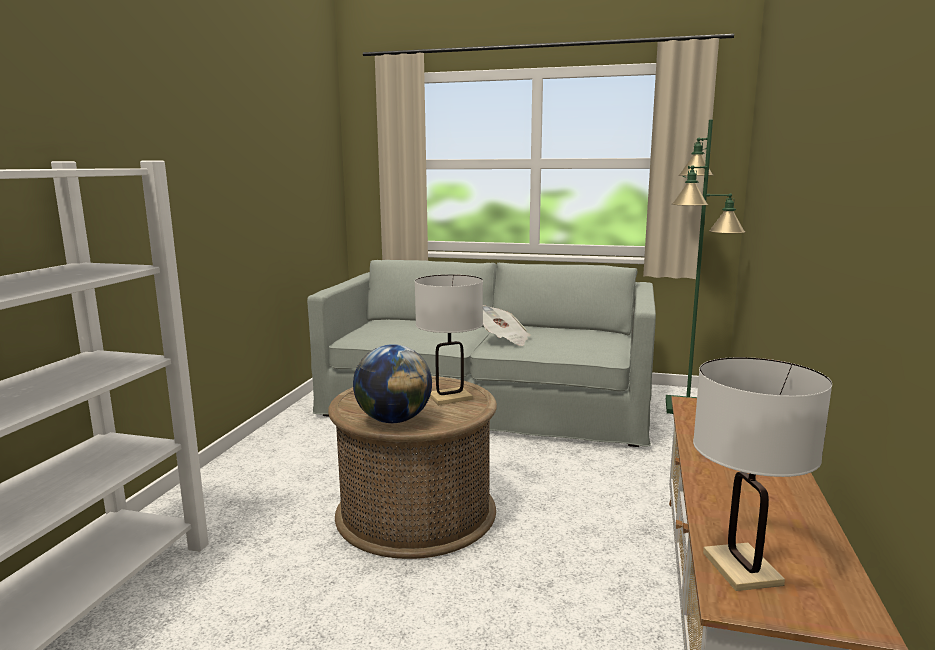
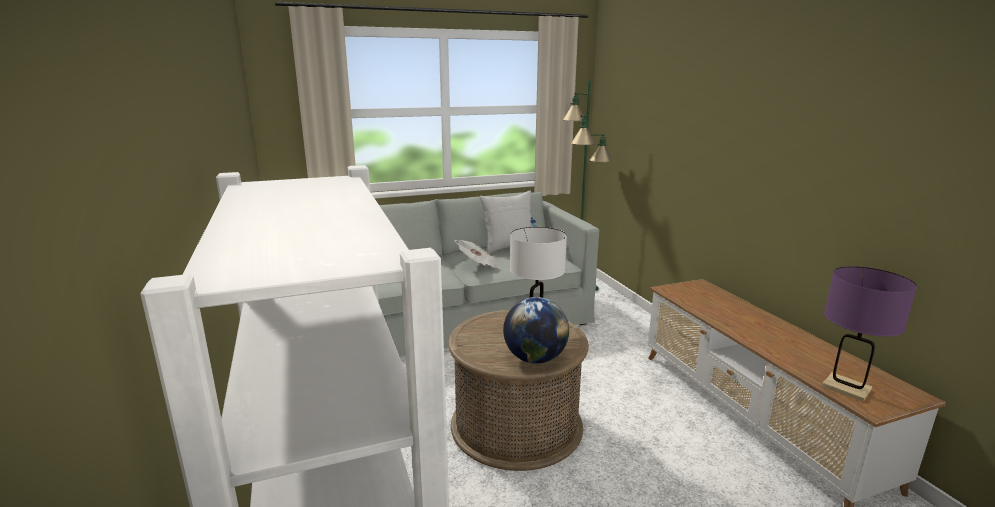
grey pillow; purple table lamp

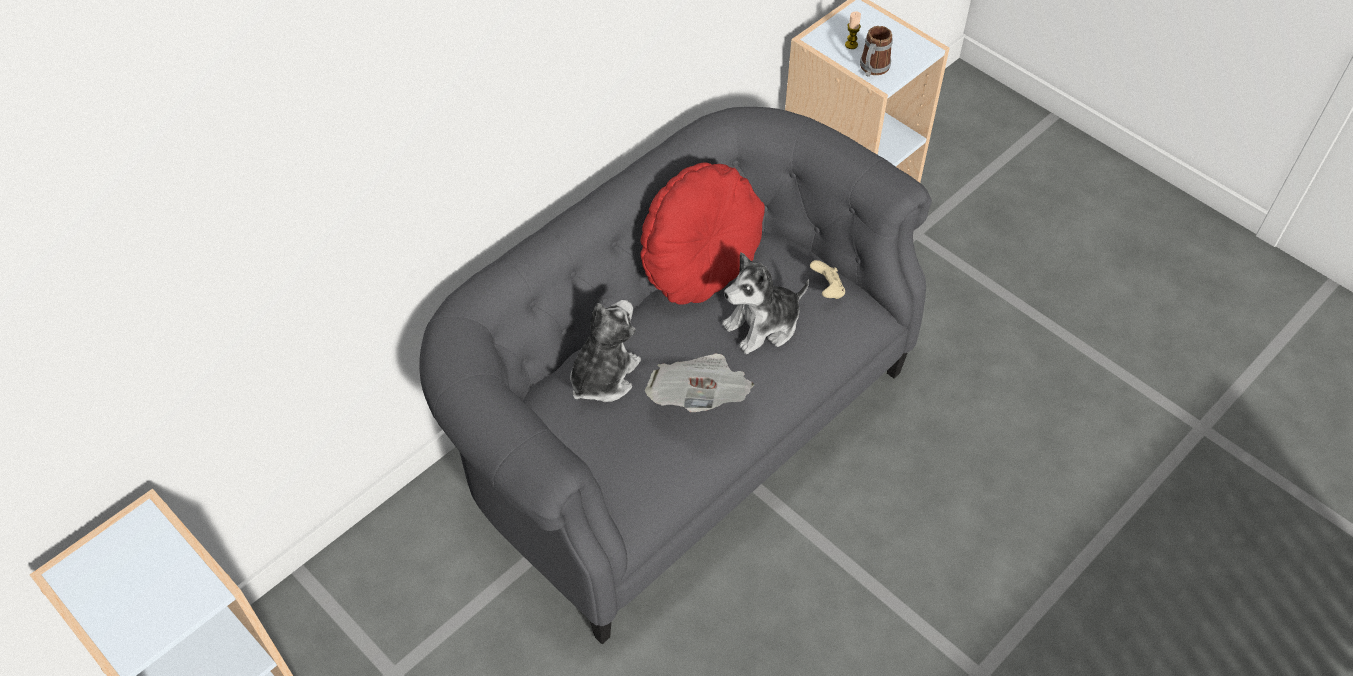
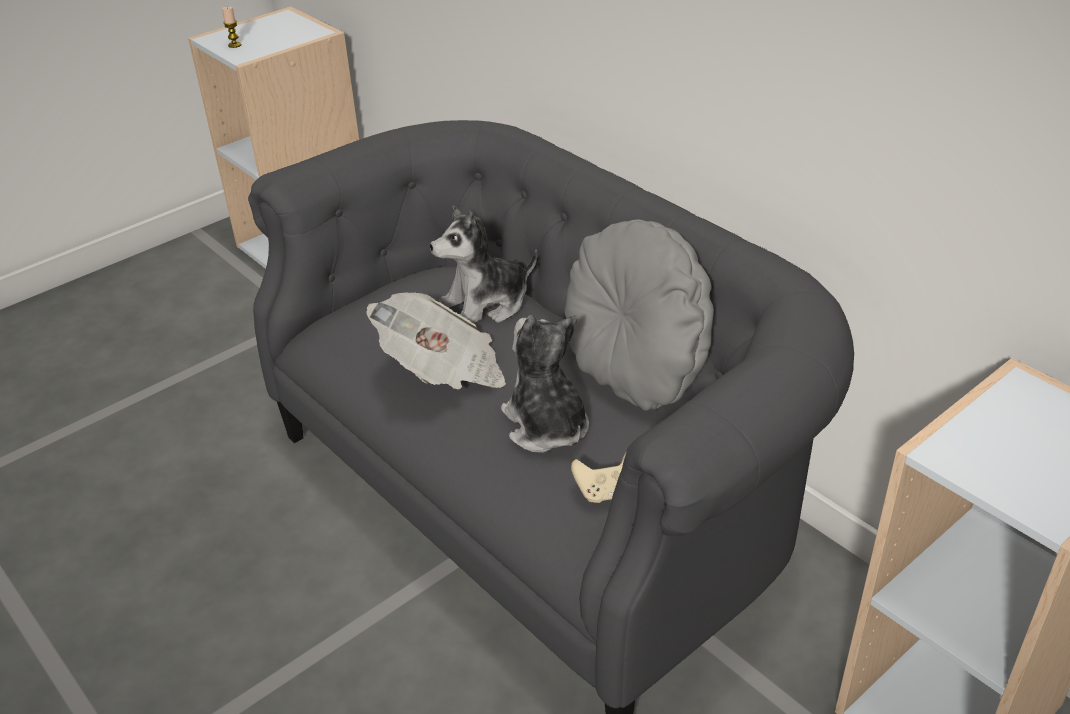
candle; plush toy (no. 1 from left); grey pillow; mug

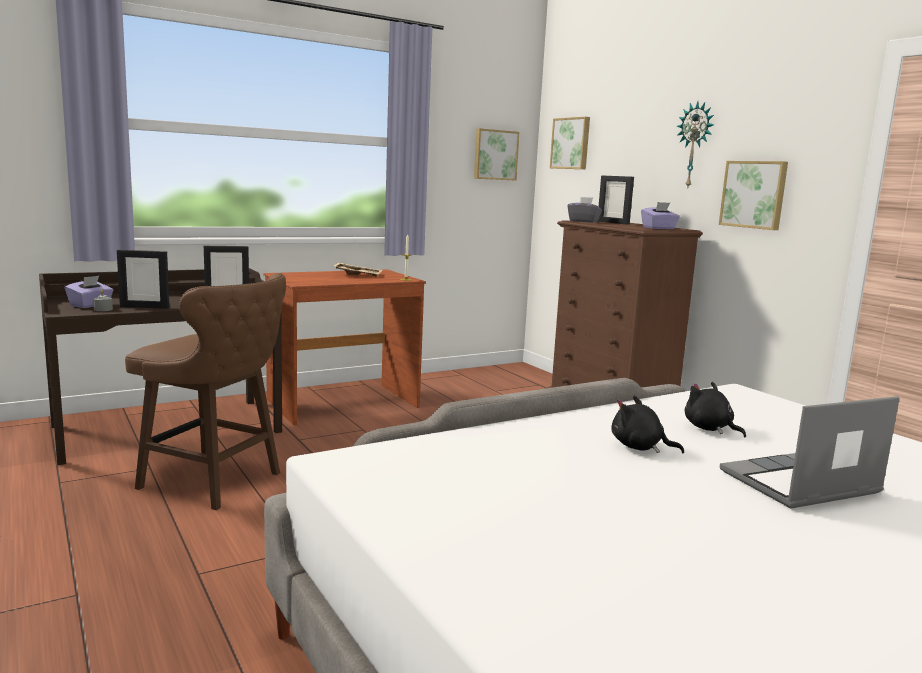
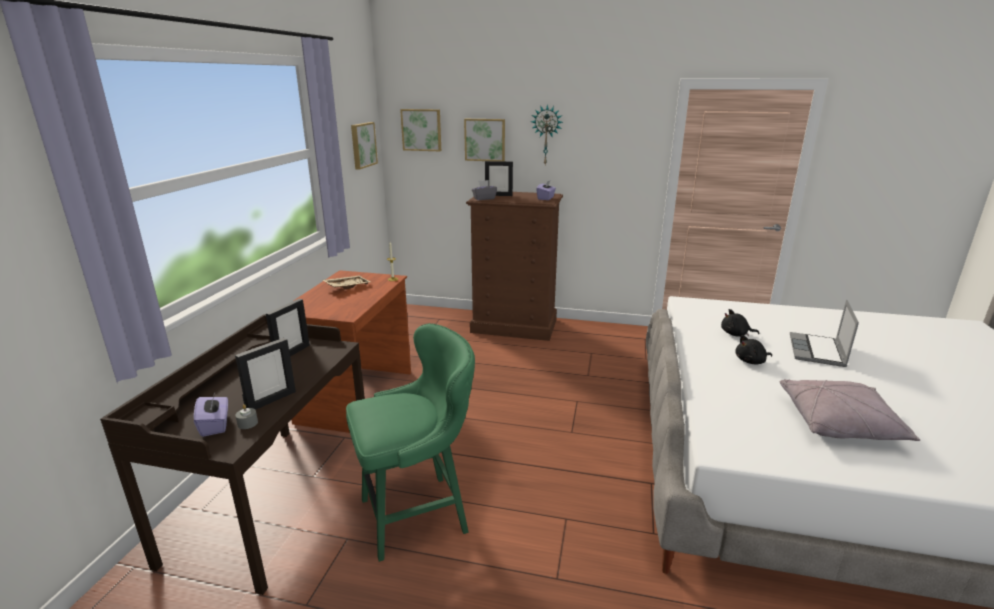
green stool; picture (no. 3 from left); purple pillow

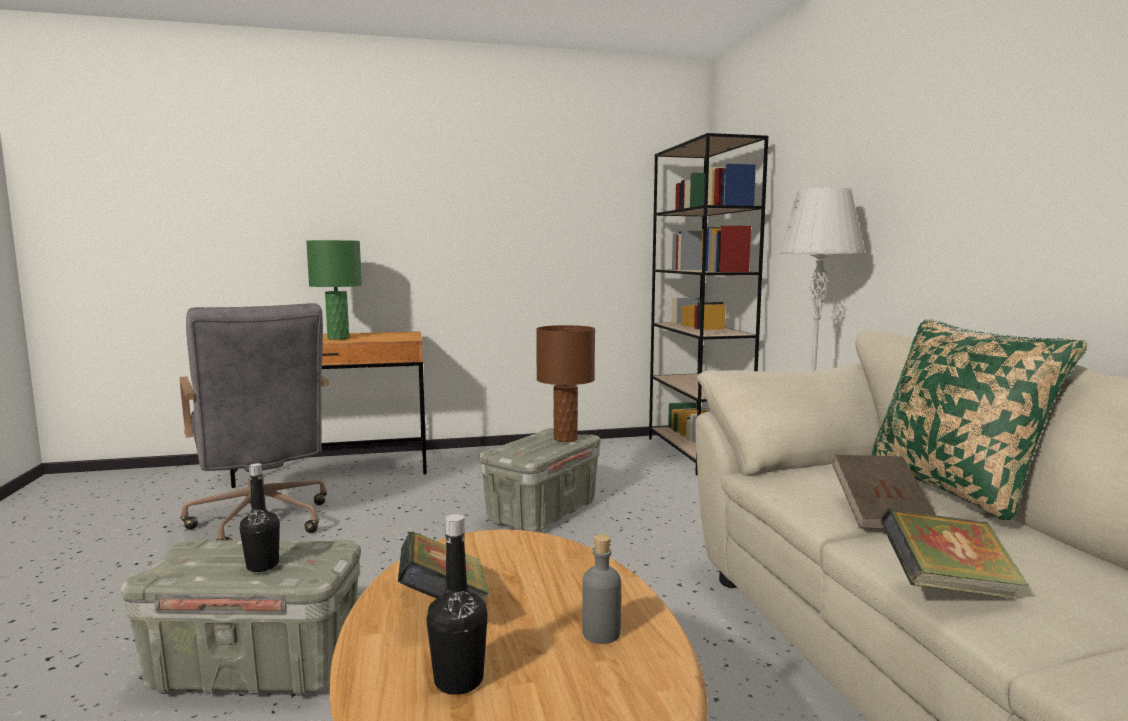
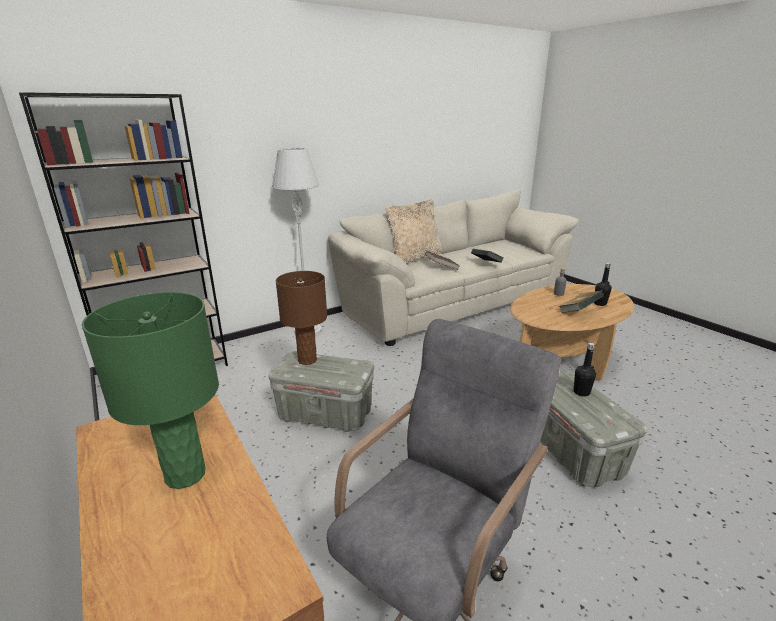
beige pillow

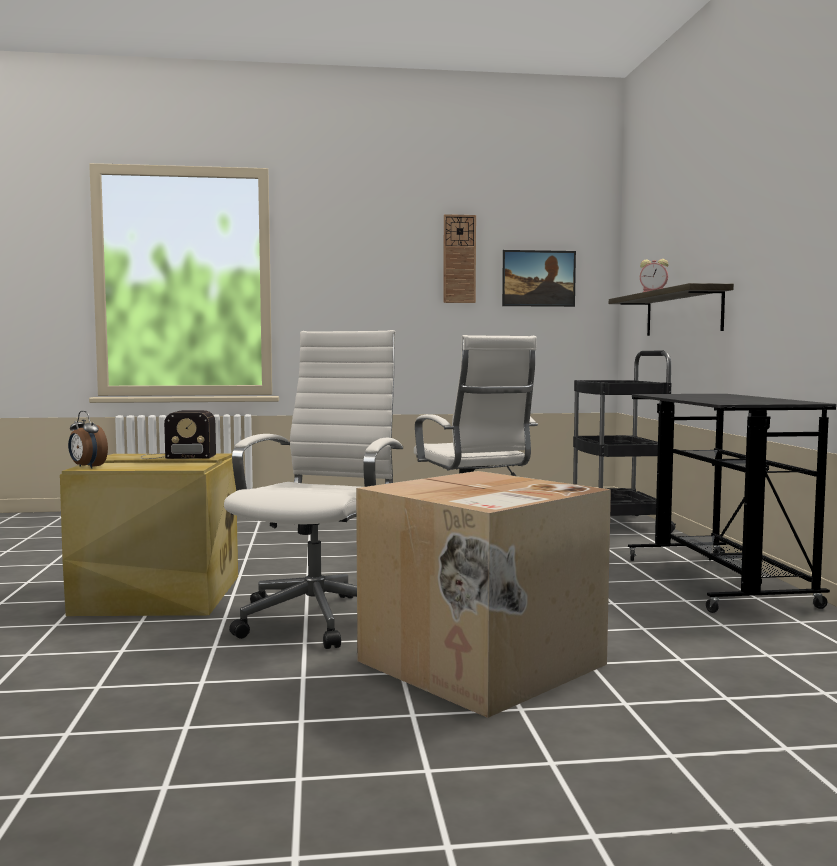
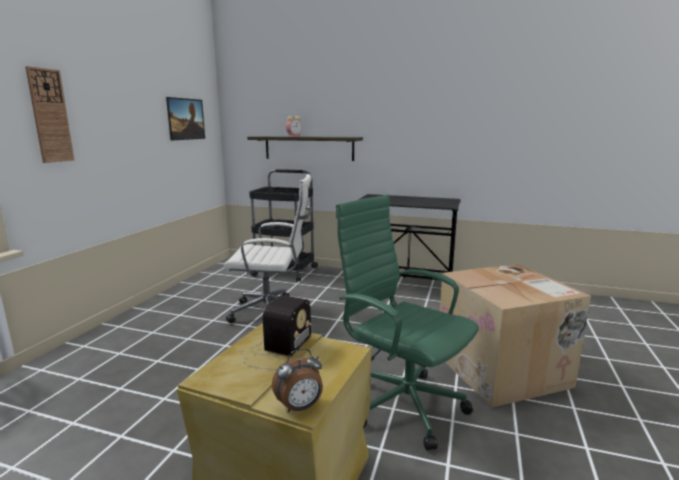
wall clock; green office chair

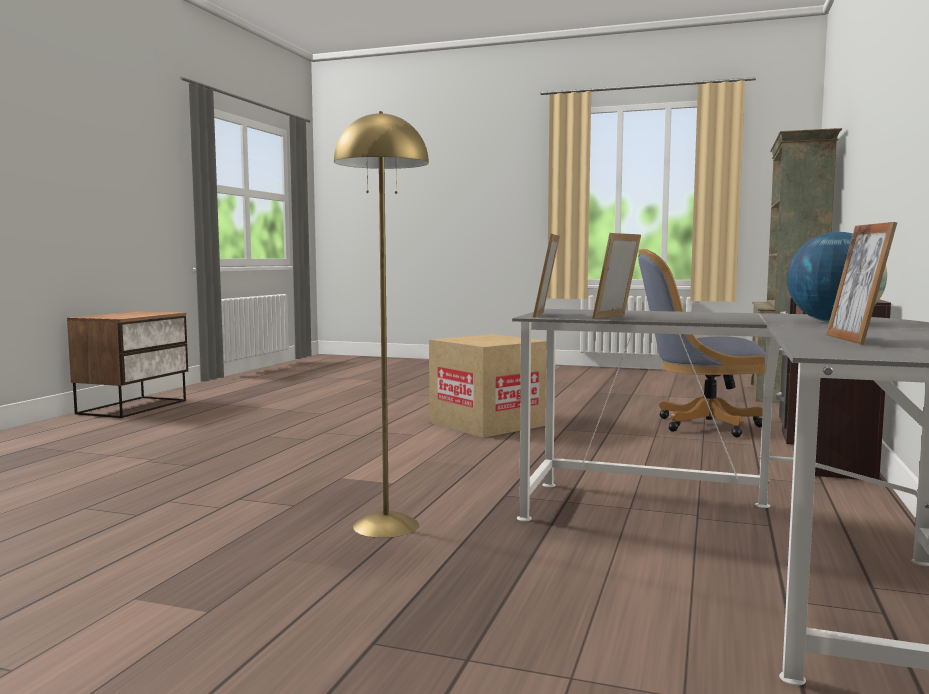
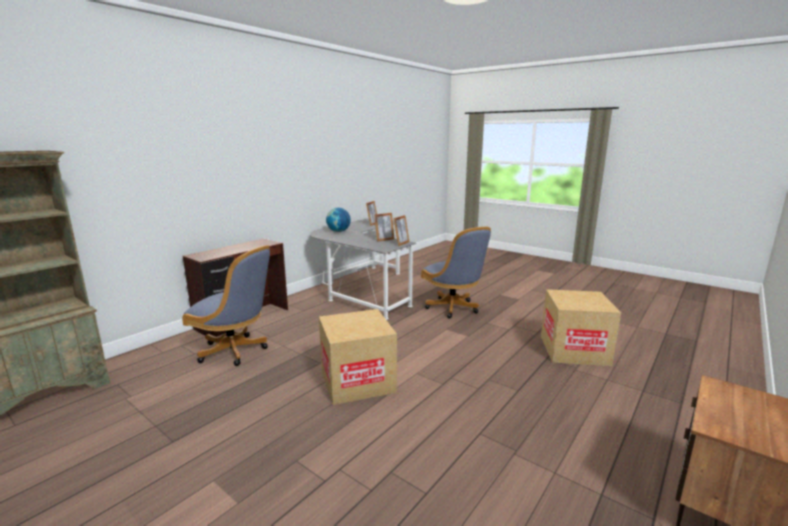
blue office chair (no. 2 from left); cardboard box (no. 2 from left)

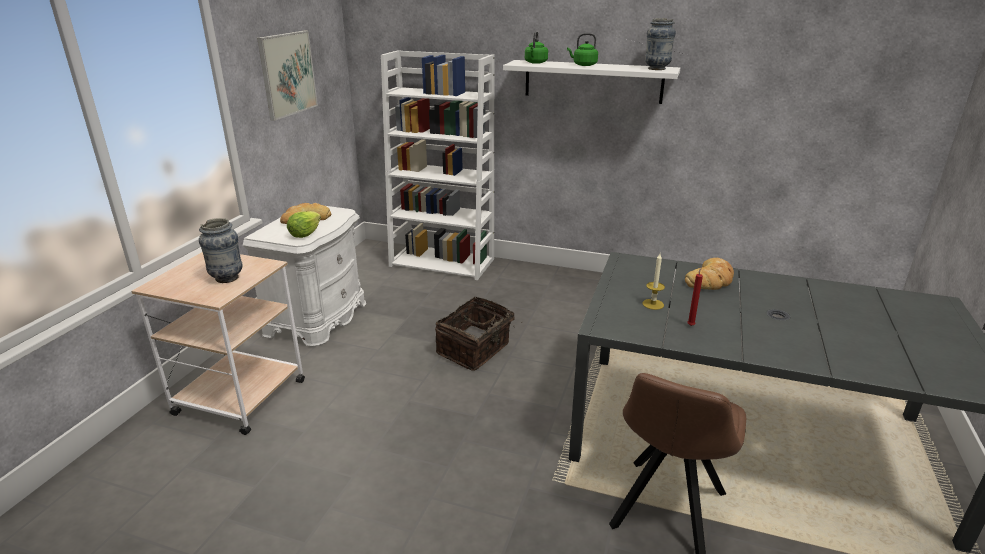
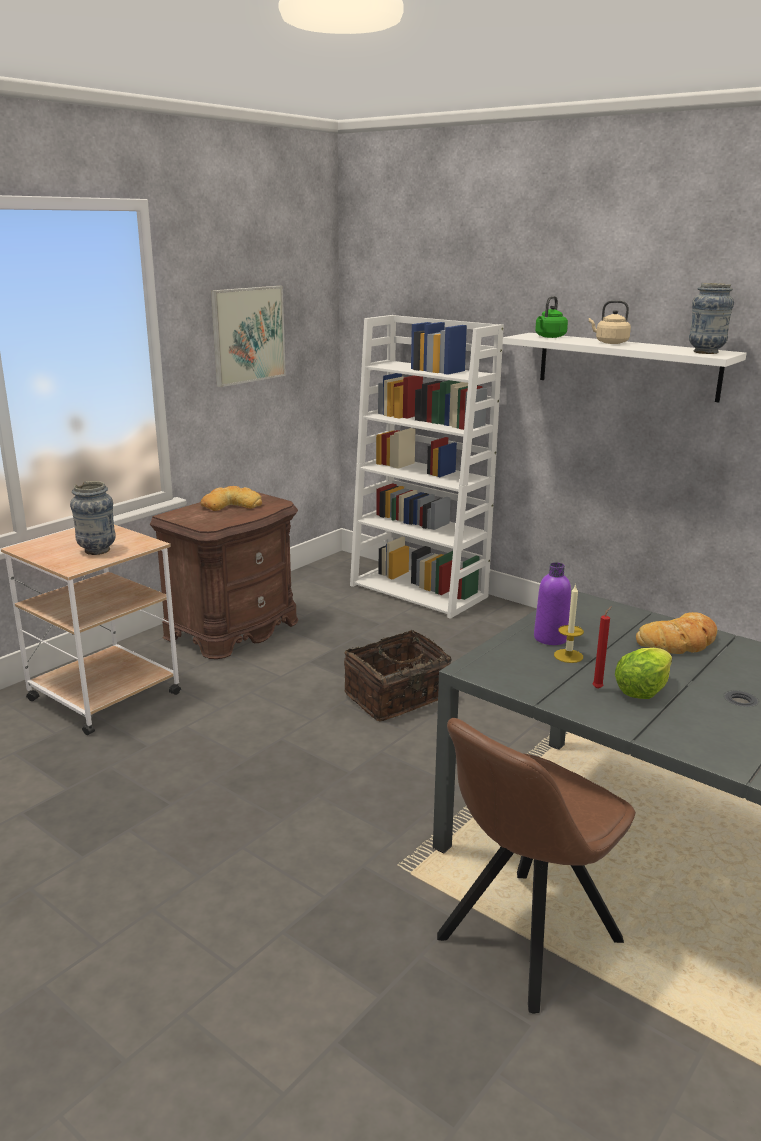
brown nightstand; purple bottle; beige kettle; lettuce

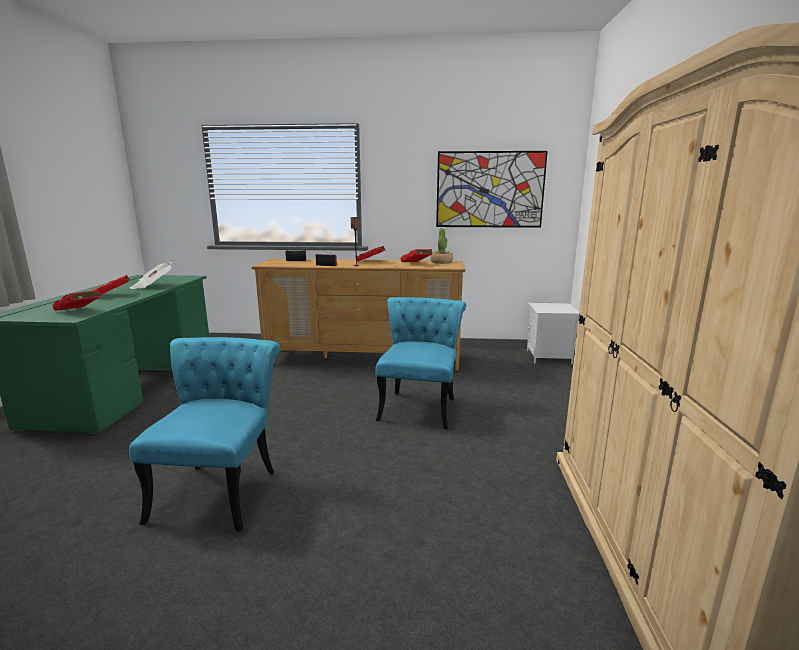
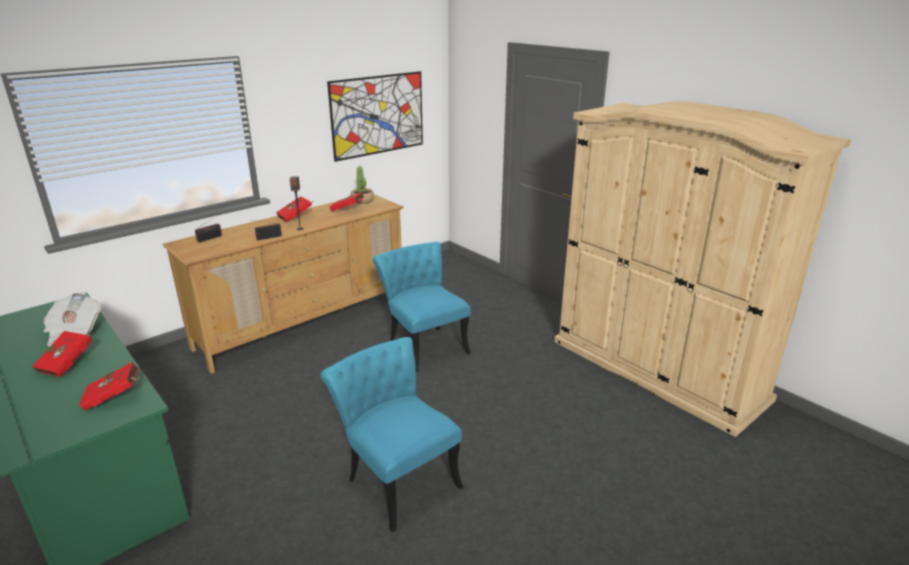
grey nightstand

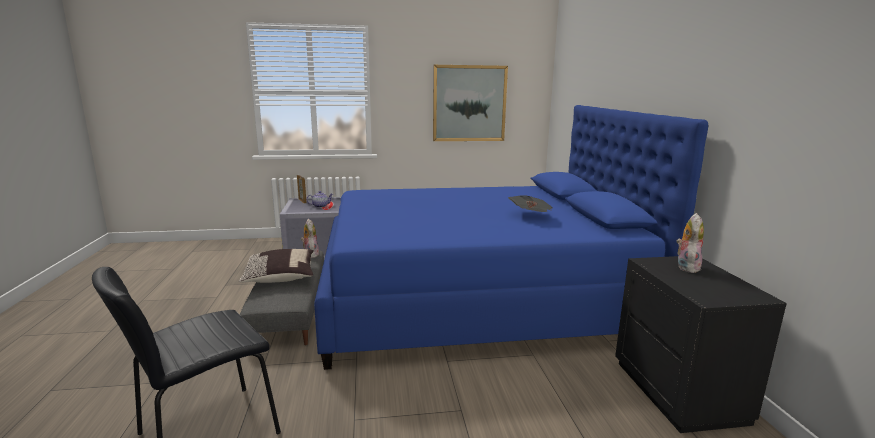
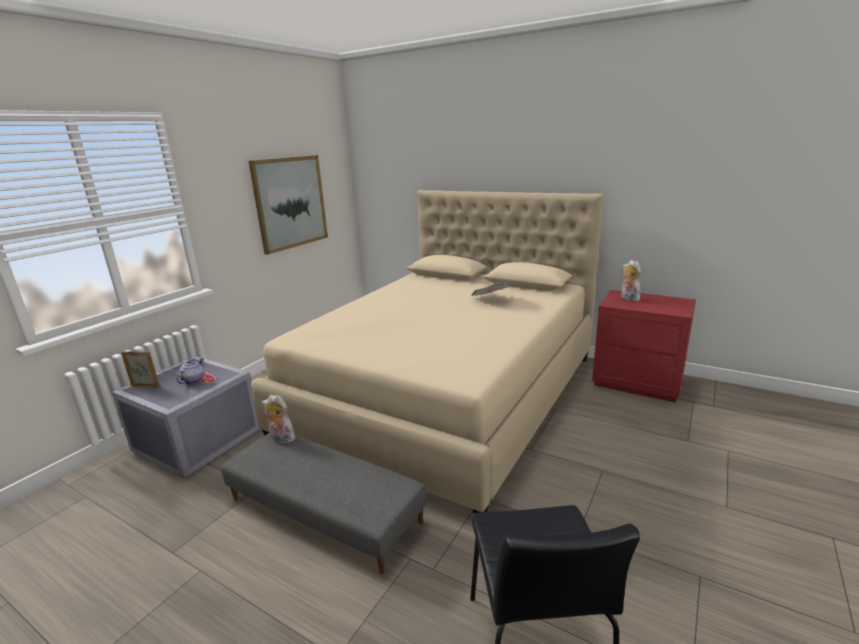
beige bed; red nightstand; pillow

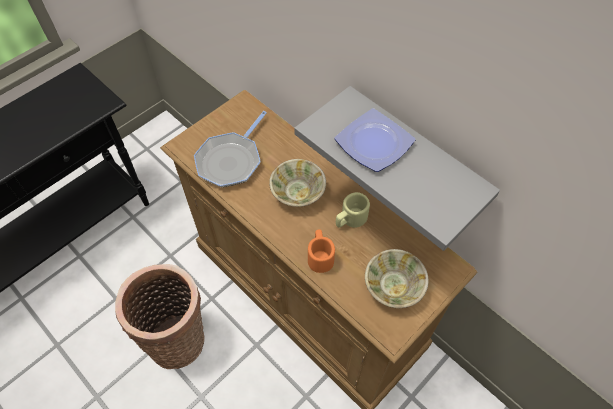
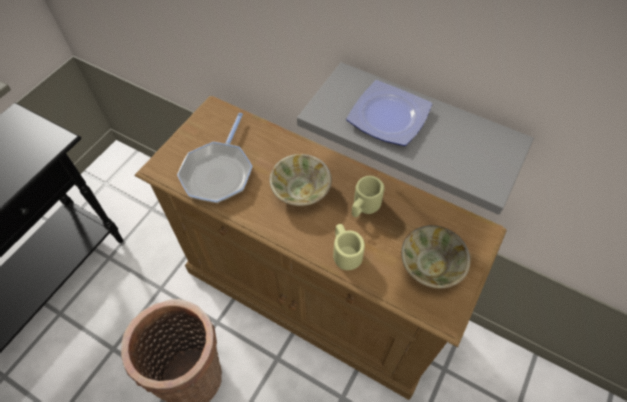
beige mug (no. 1 from left)

